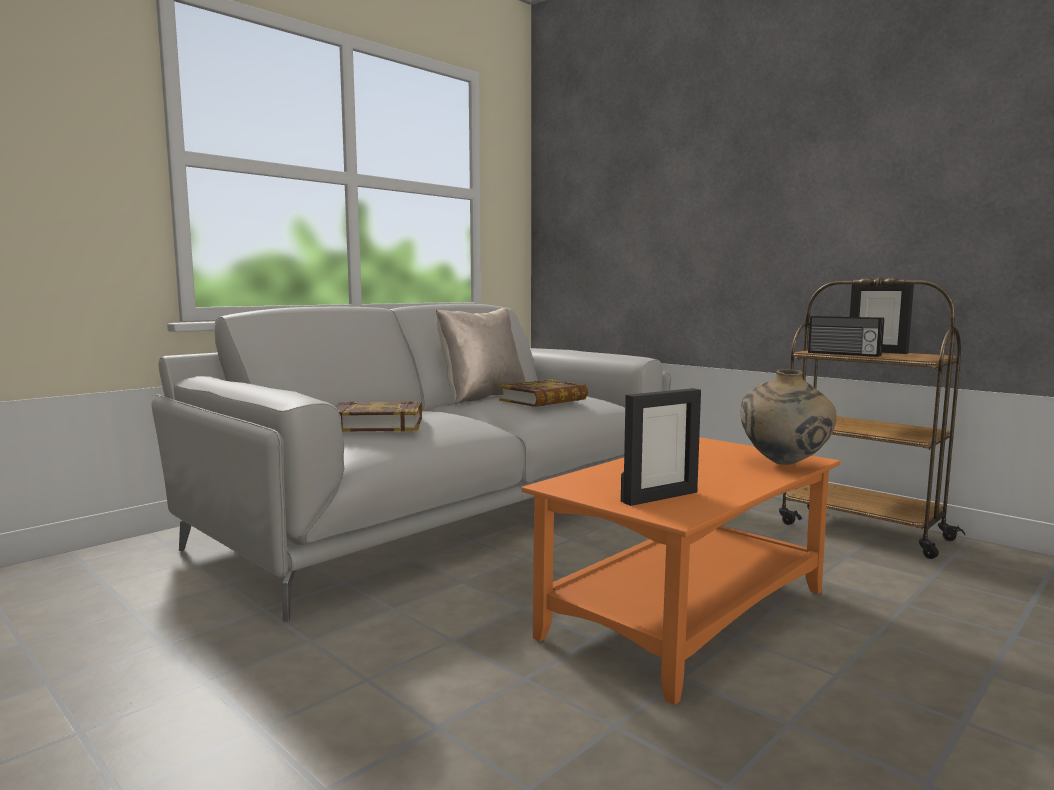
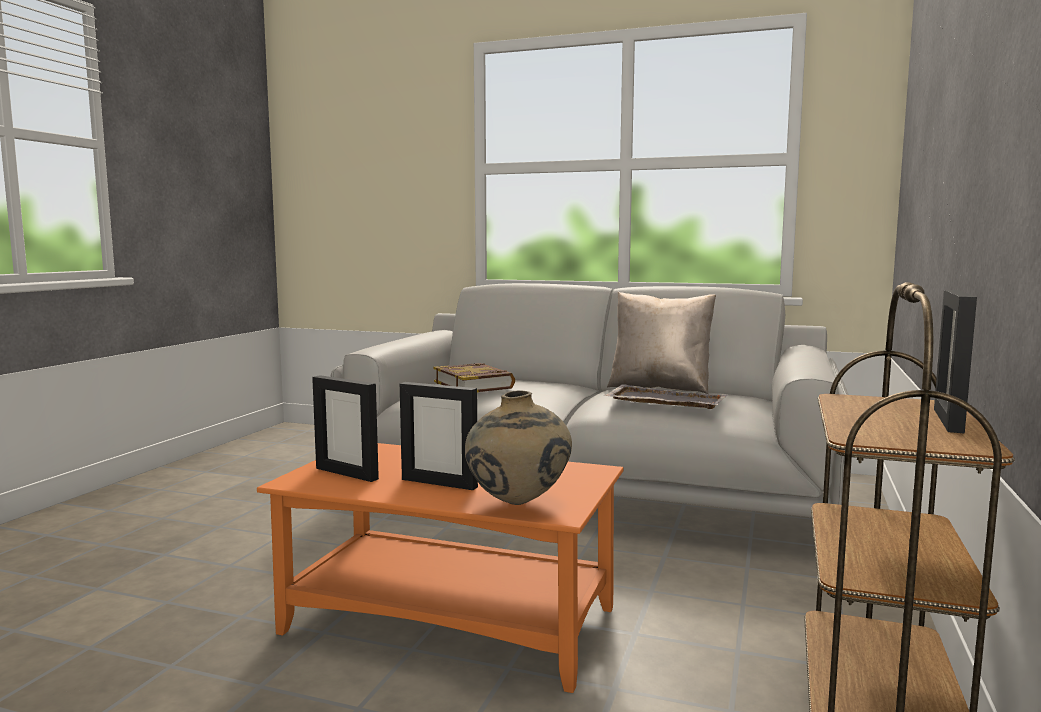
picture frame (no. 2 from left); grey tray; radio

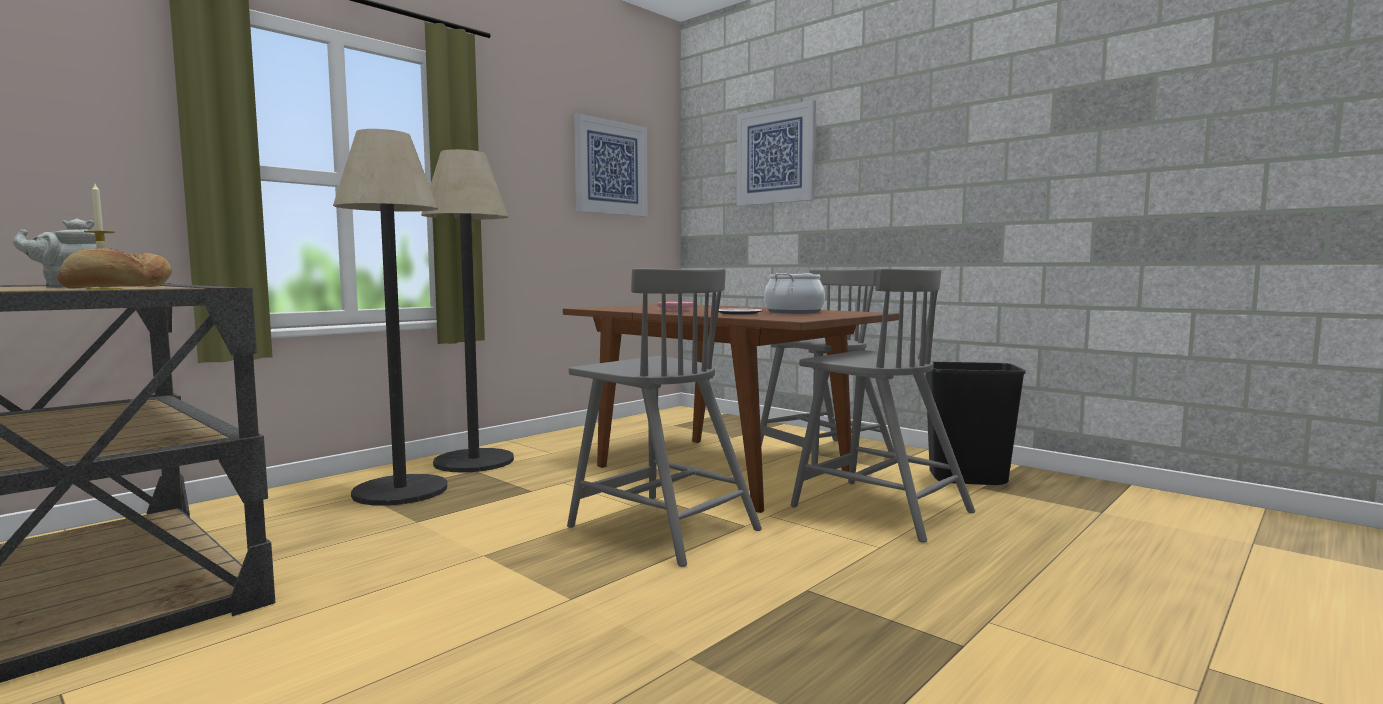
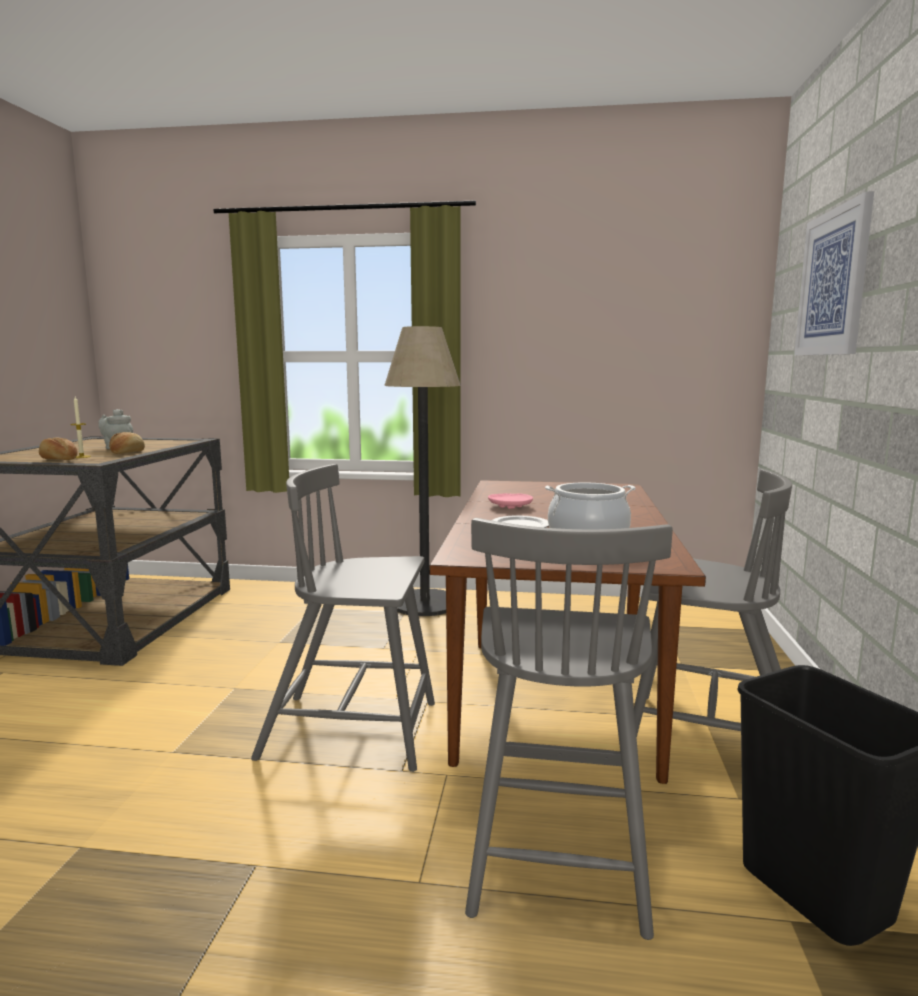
grey chair (no. 1 from left); floor lamp (no. 1 from left in the first image); picture (no. 1 from left in the first image)

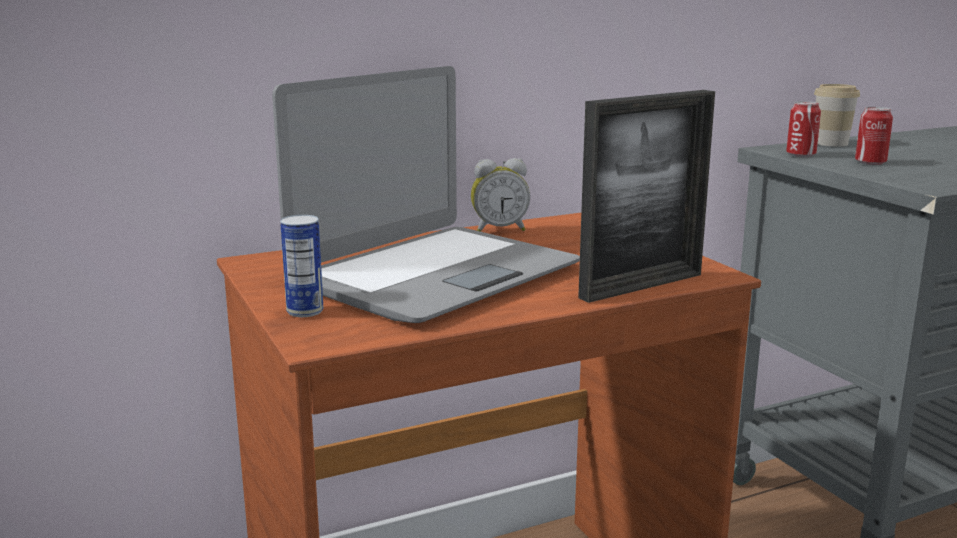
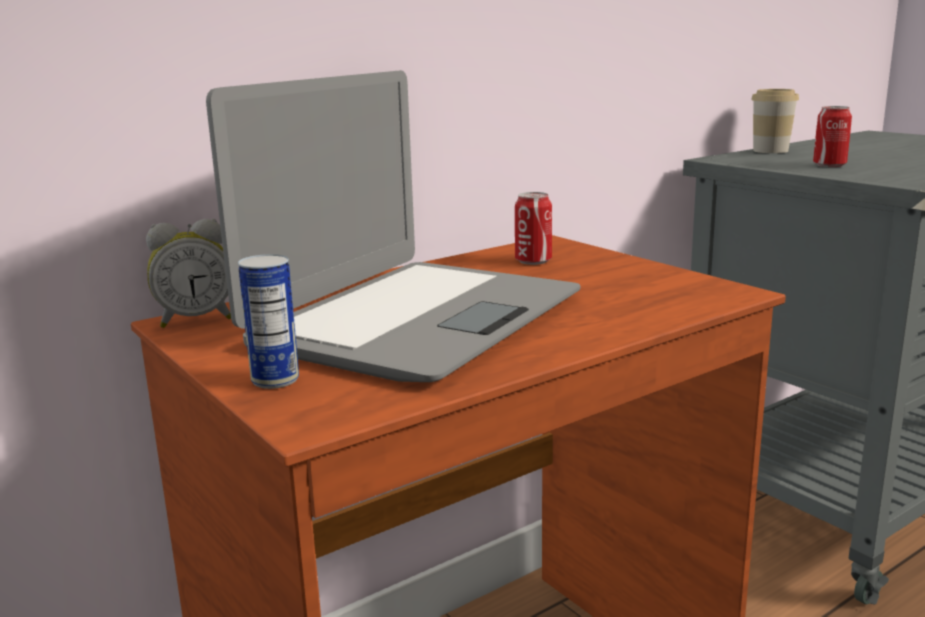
alarm clock; can (no. 2 from left); picture frame

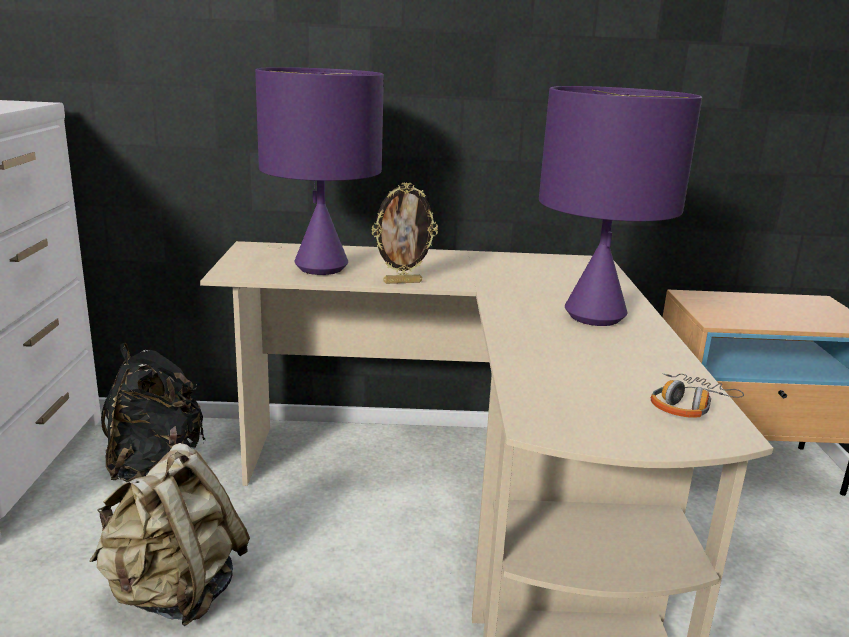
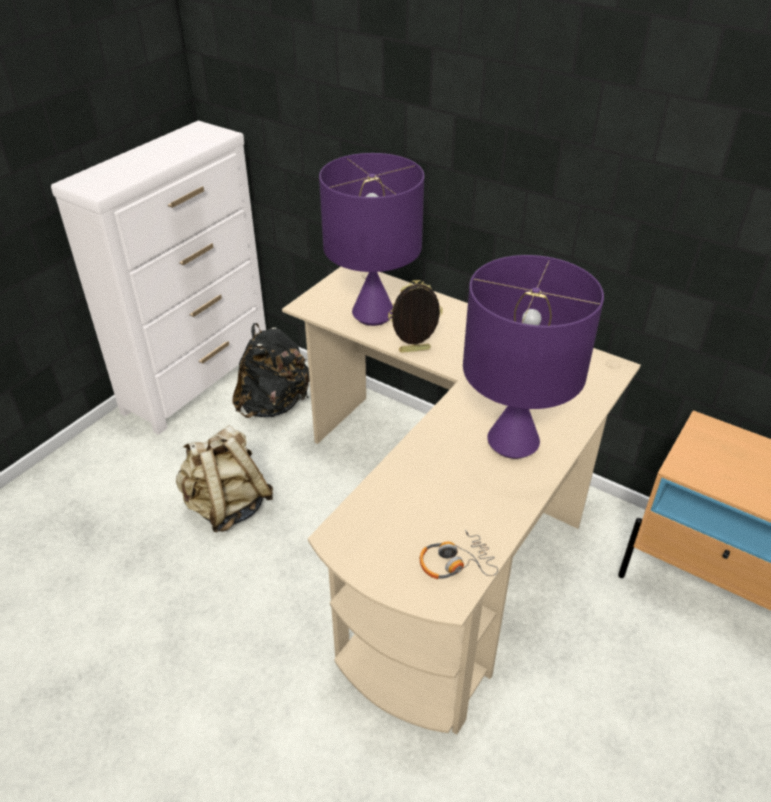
picture frame

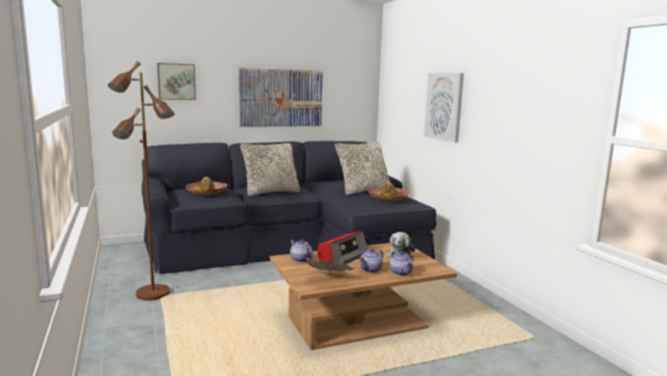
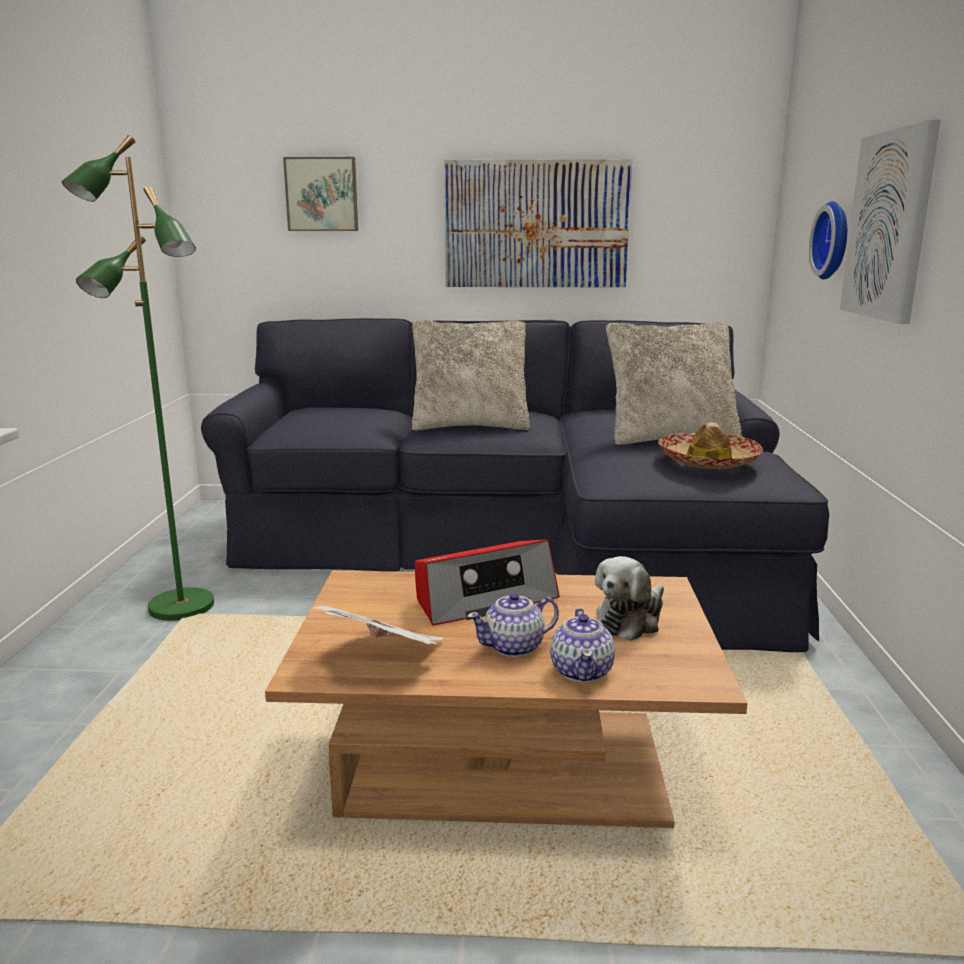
green floor lamp; wall clock; hat (no. 1 from left in the first image); teapot (no. 1 from left in the first image)

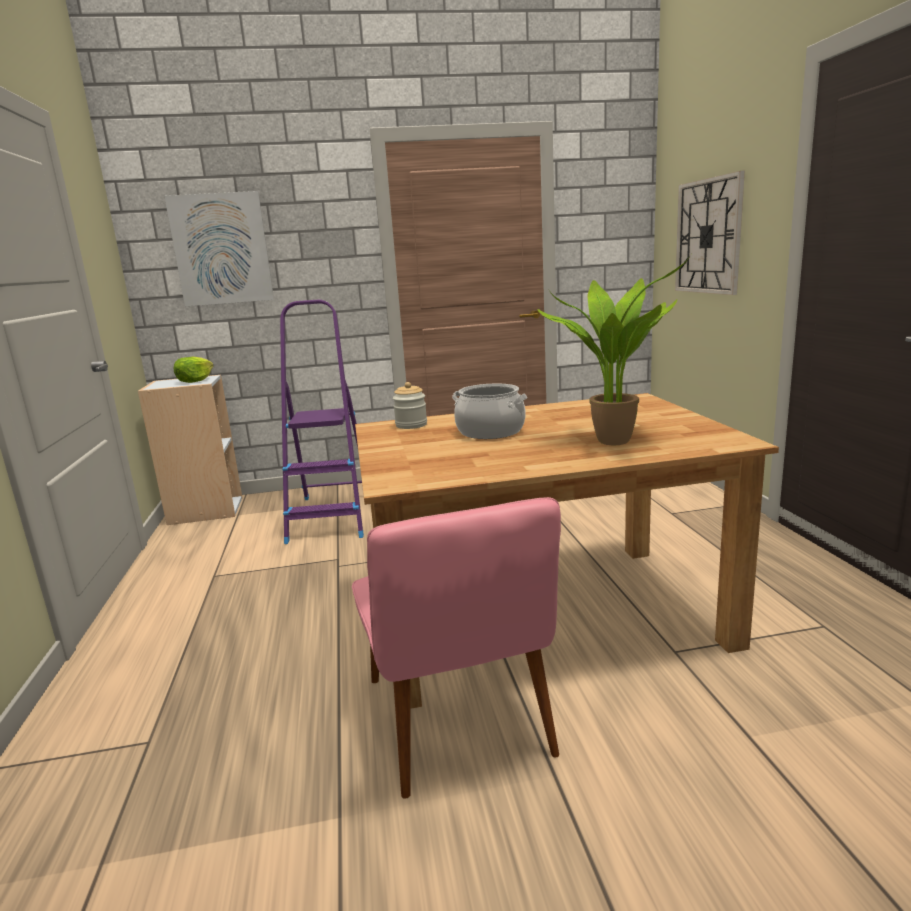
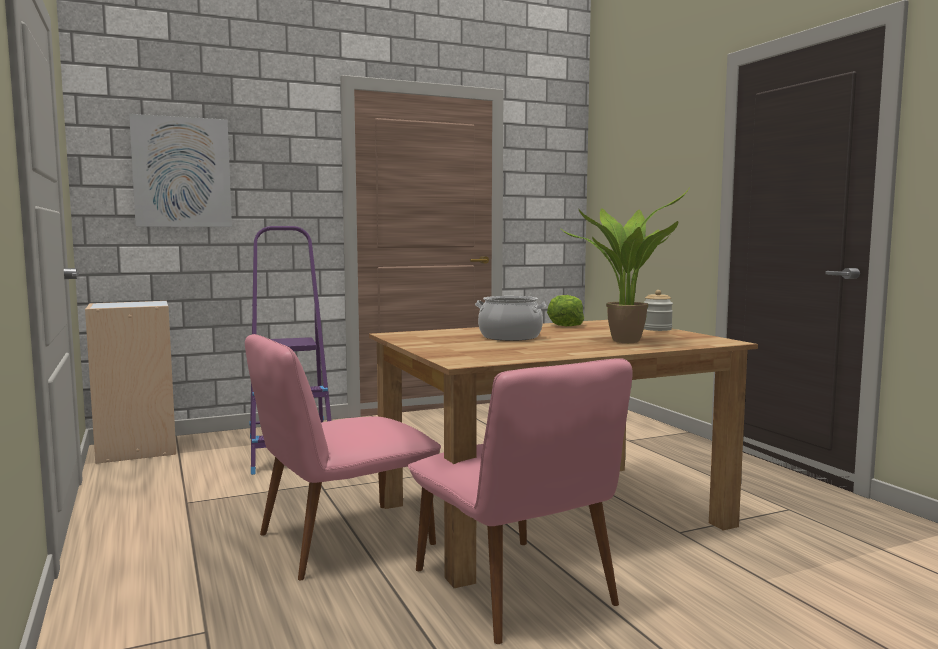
pink chair (no. 1 from left); lettuce; jar; wall clock

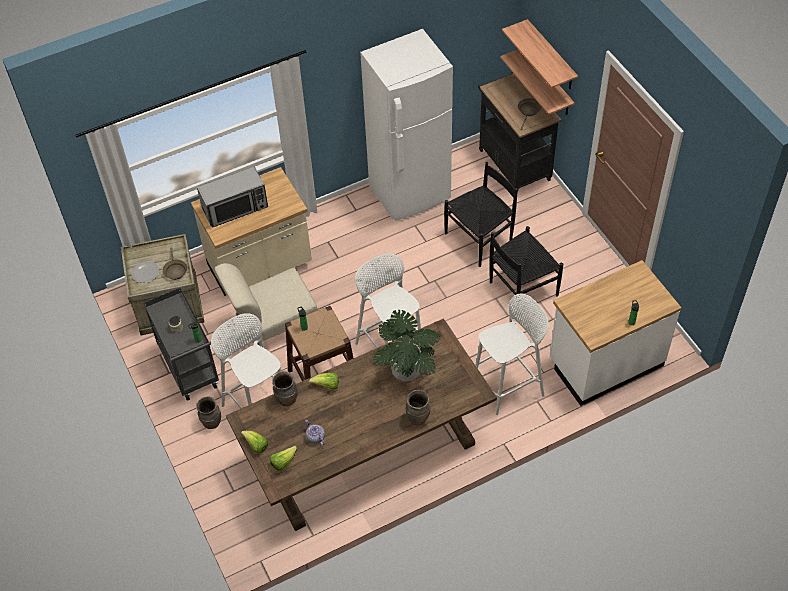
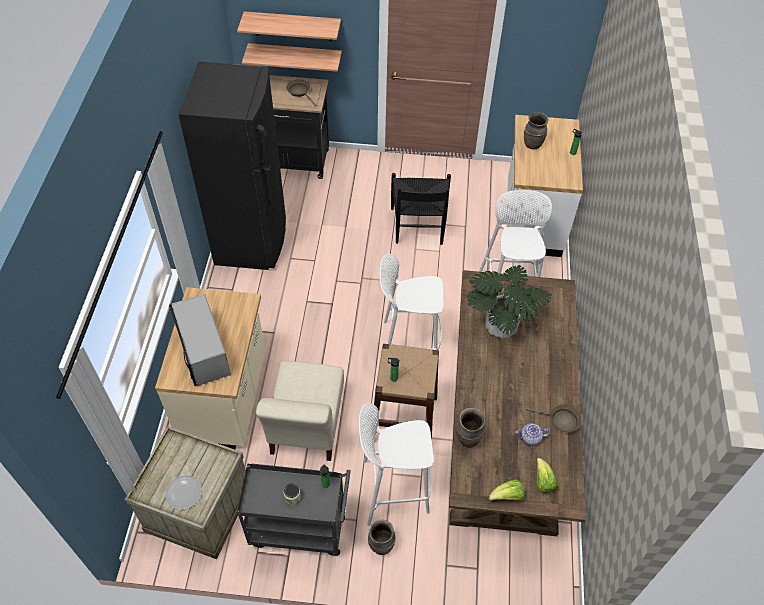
microwave; black fridge; brown vase (no. 3 from left); brown frying pan (no. 2 from left); lettuce (no. 3 from left in the first image); black chair (no. 1 from left in the first image)

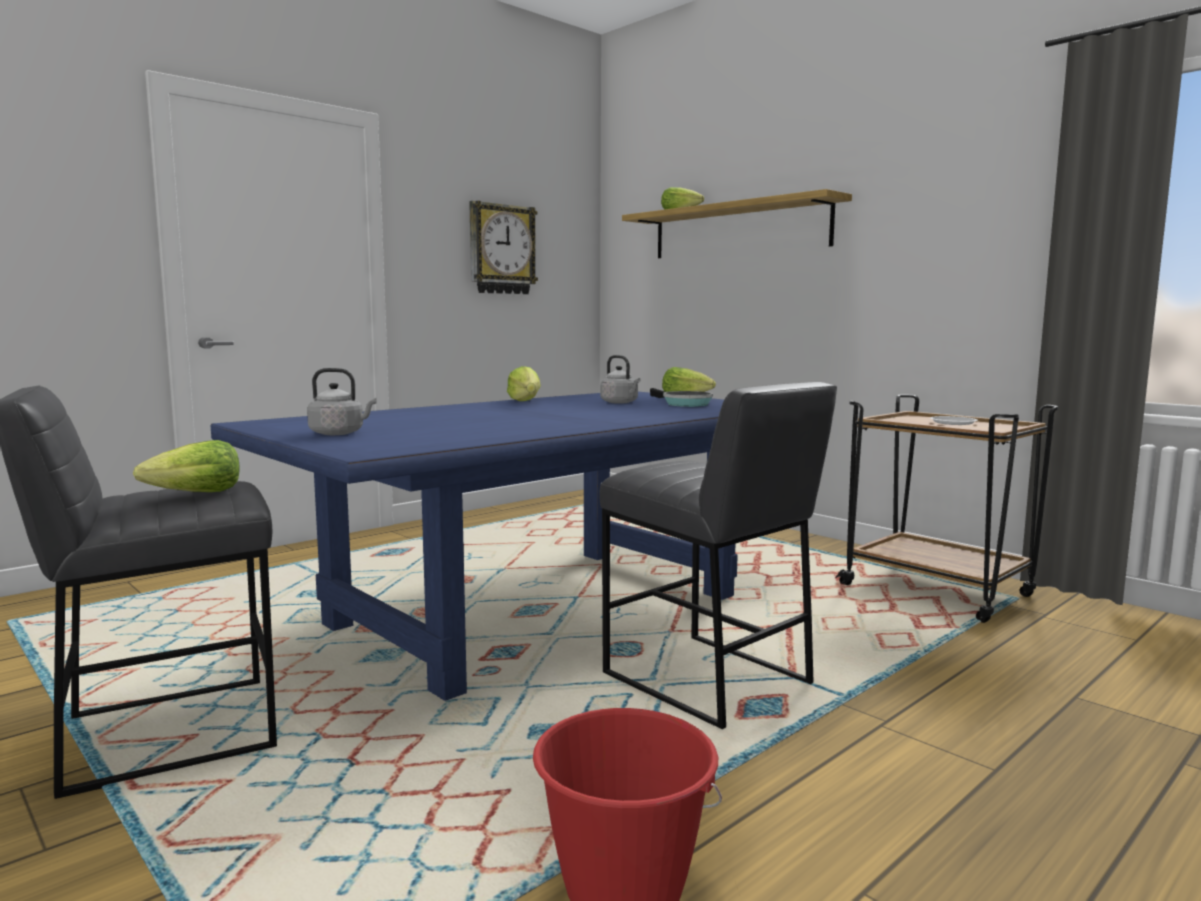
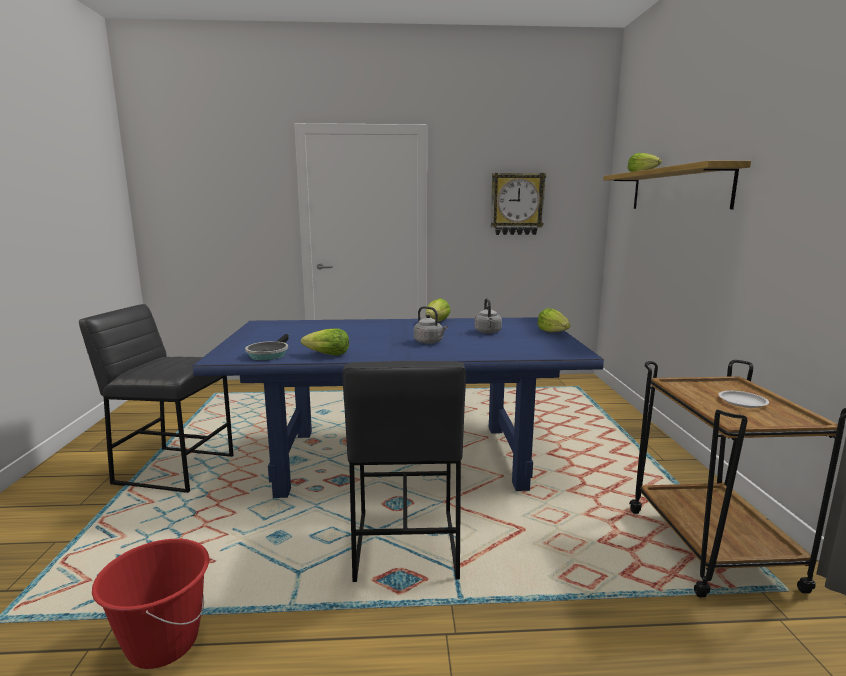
frying pan; lettuce (no. 1 from left); grey kettle (no. 1 from left)

